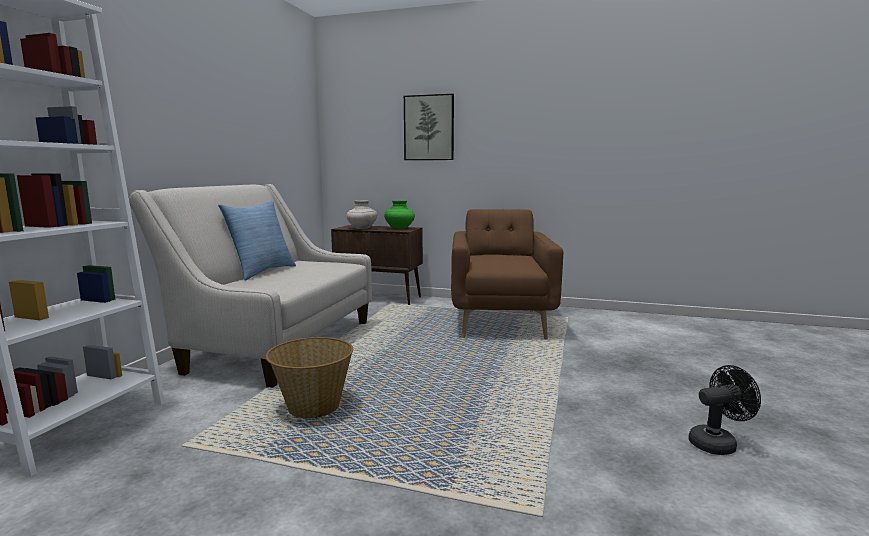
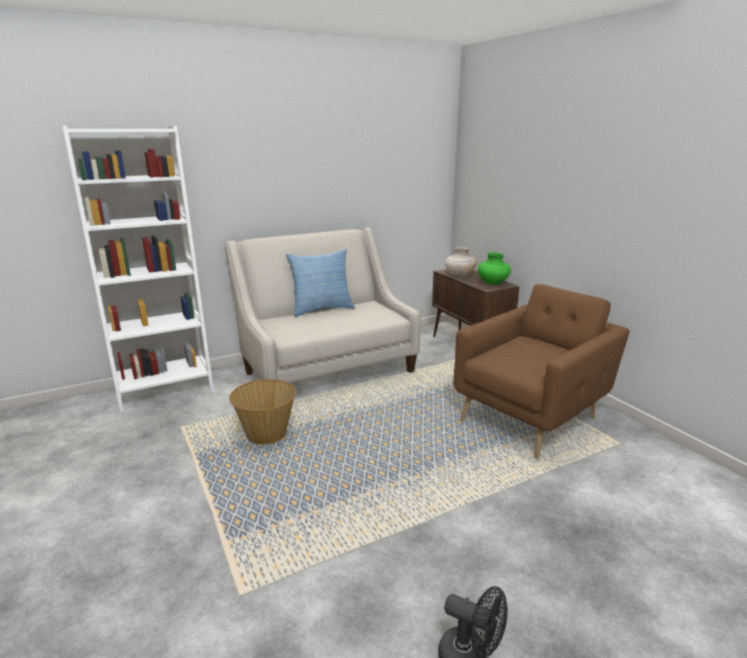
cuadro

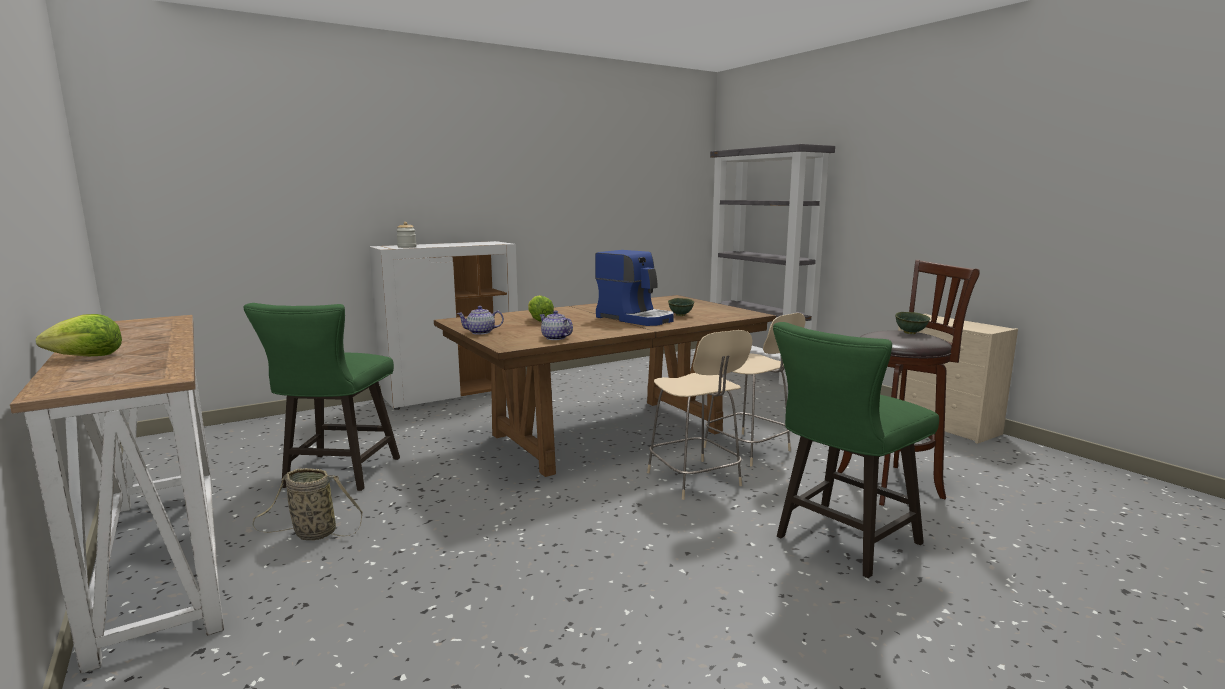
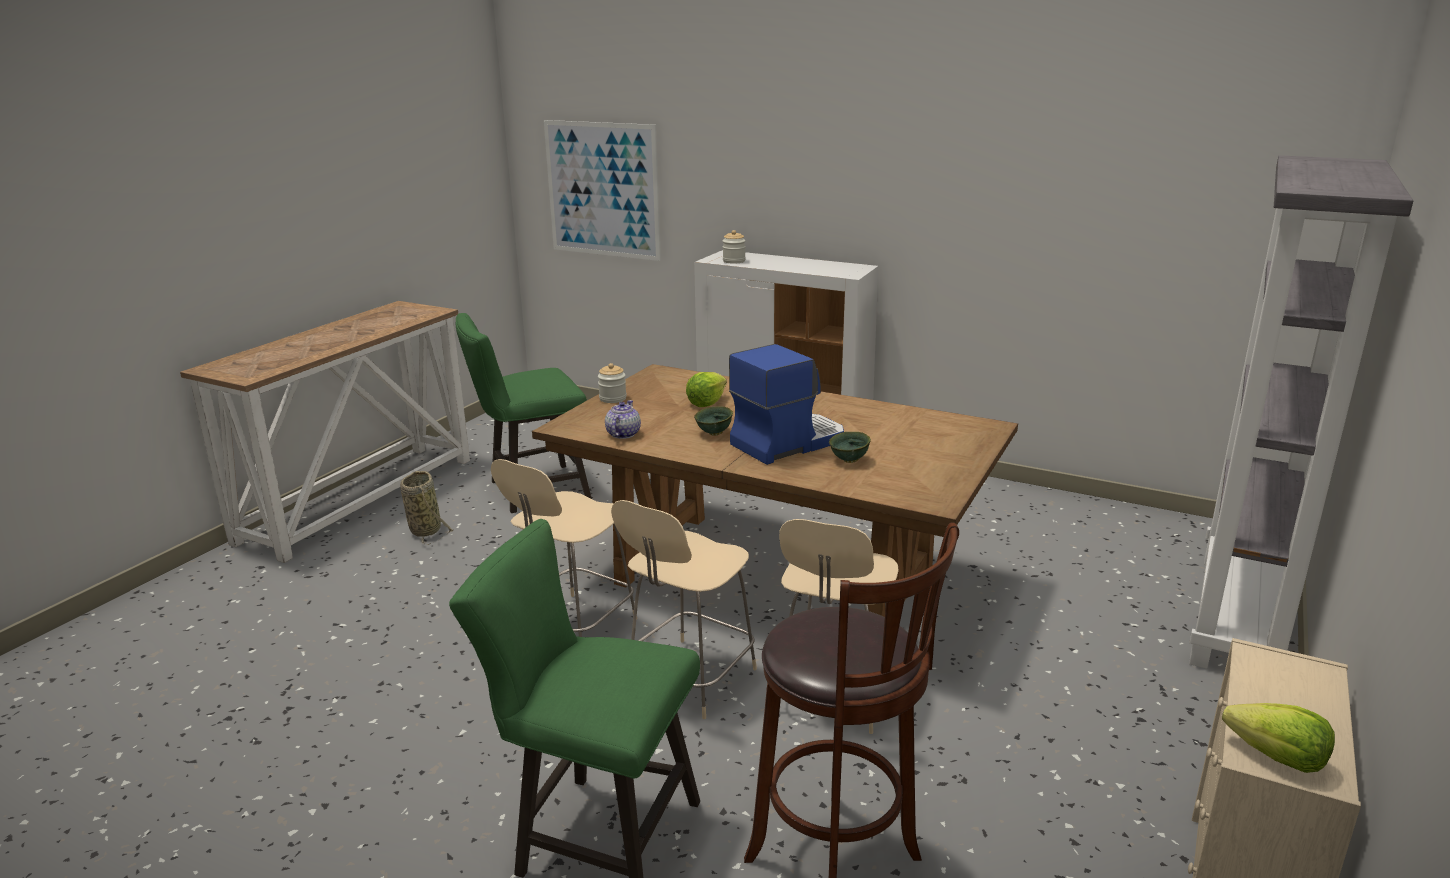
silla/beis (no. 1 from left)
cuadro
lechuga (no. 2 from left)
cuenco/verde (no. 1 from left)
tarro (no. 1 from left)
cafetera

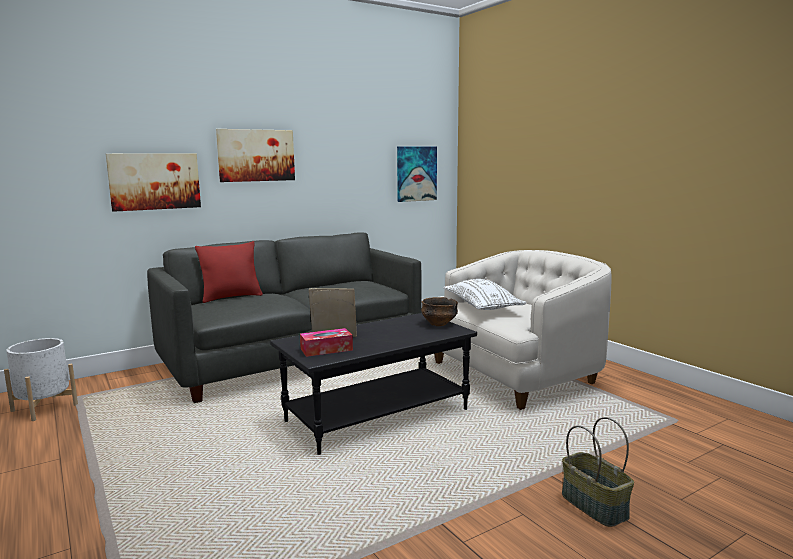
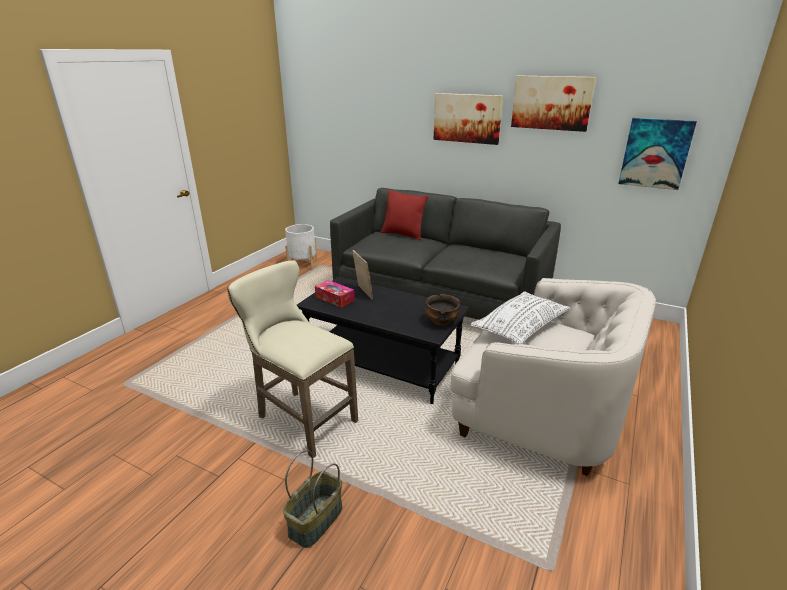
taburete/beis
cuadro (no. 2 from left)

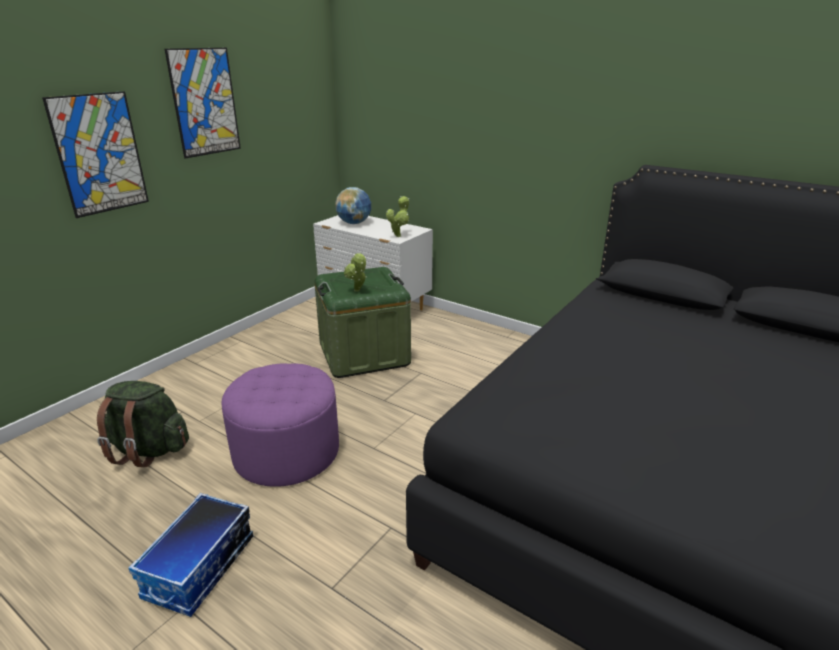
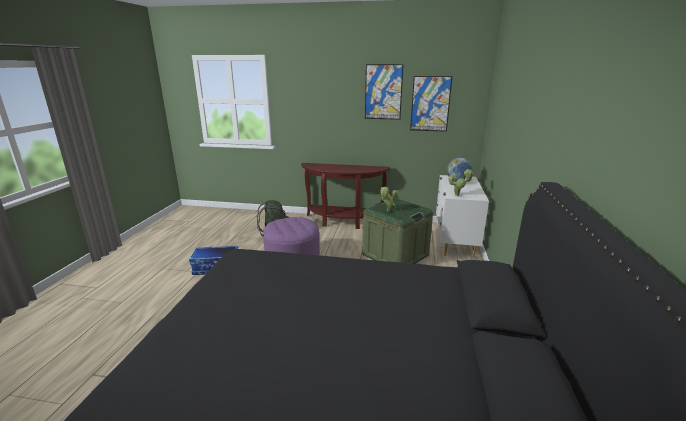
mesa consola/marrón
cuadro (no. 2 from left)

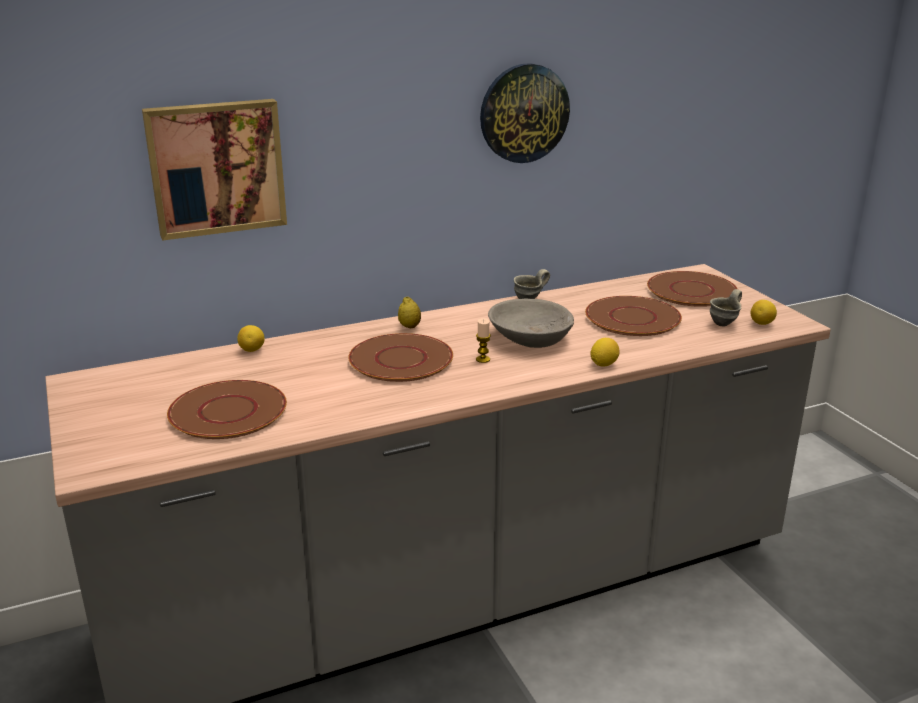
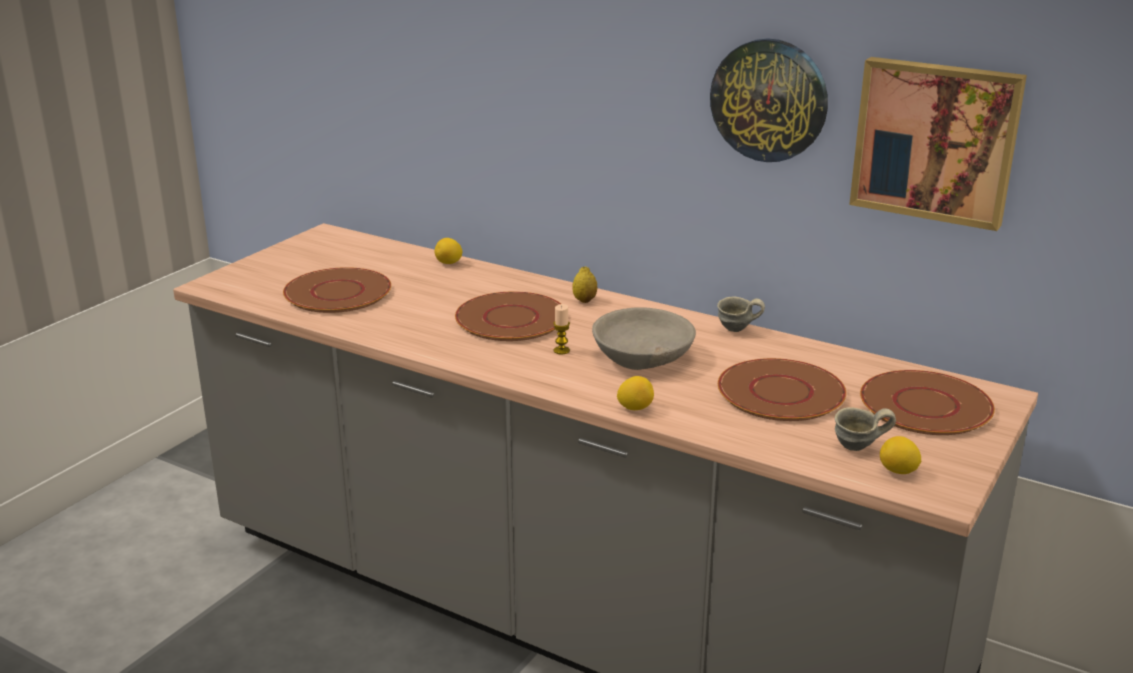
cuadro

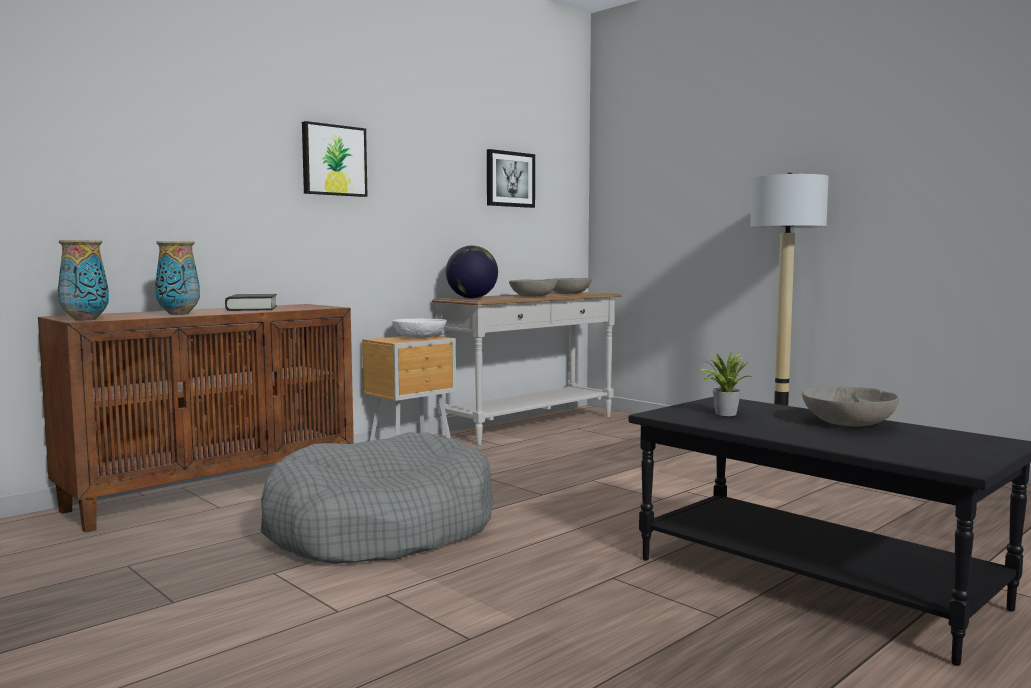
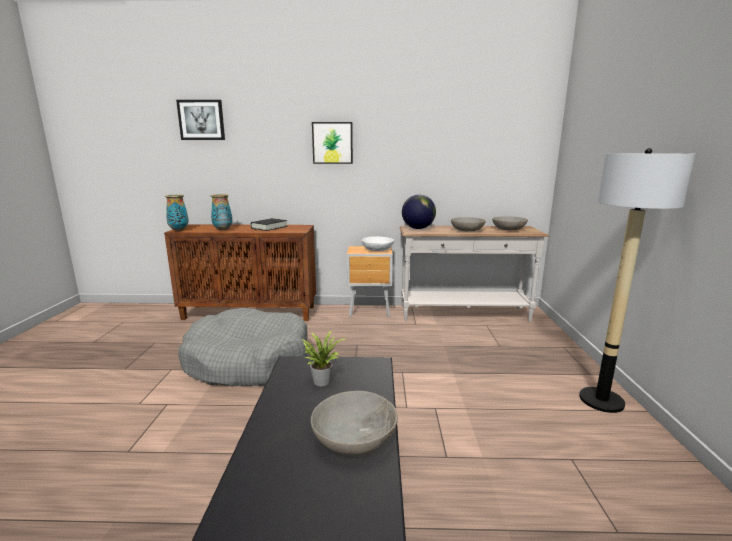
cuadro (no. 1 from left)

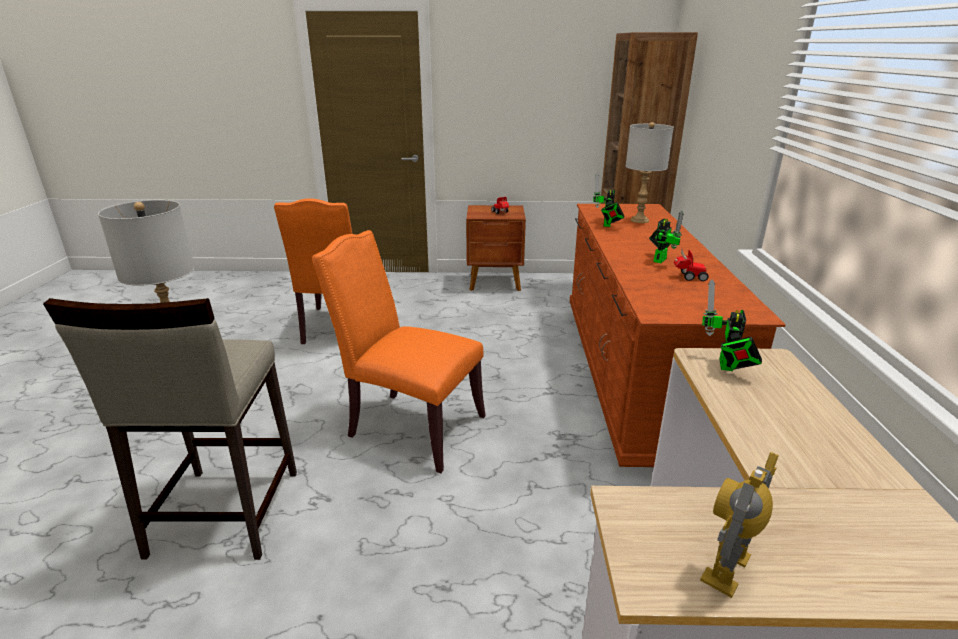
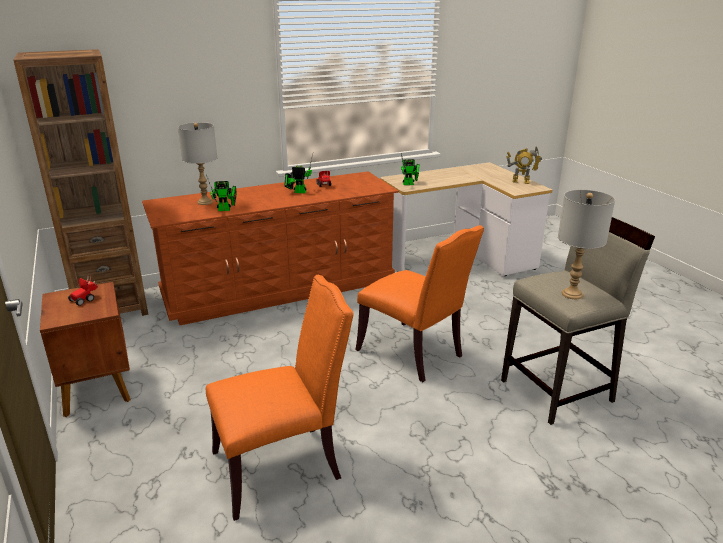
silla/naranja (no. 2 from left)

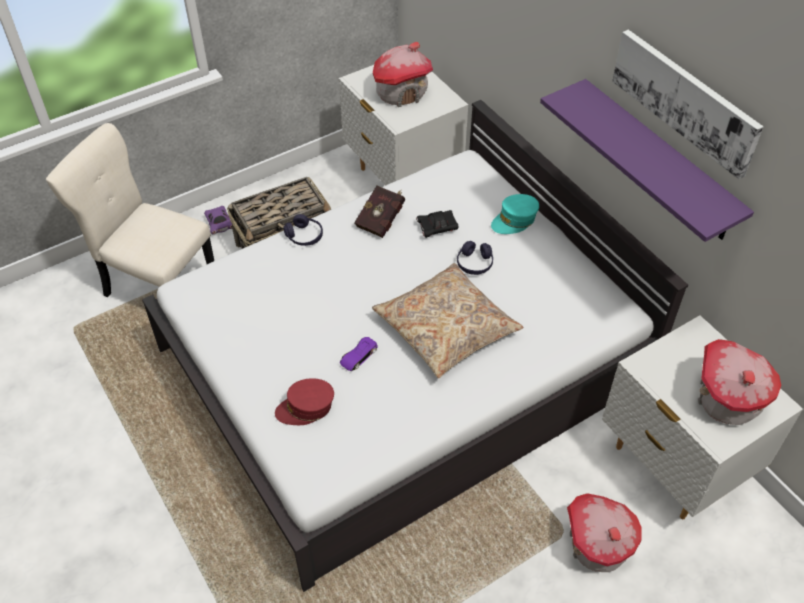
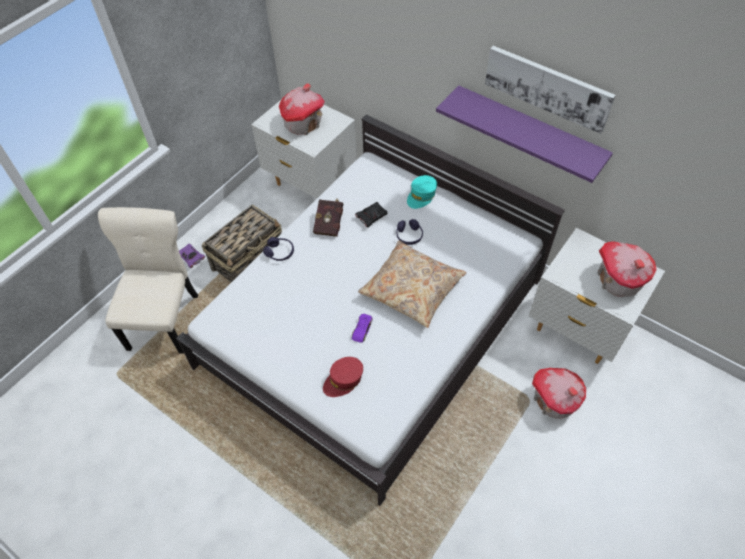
silla/beis

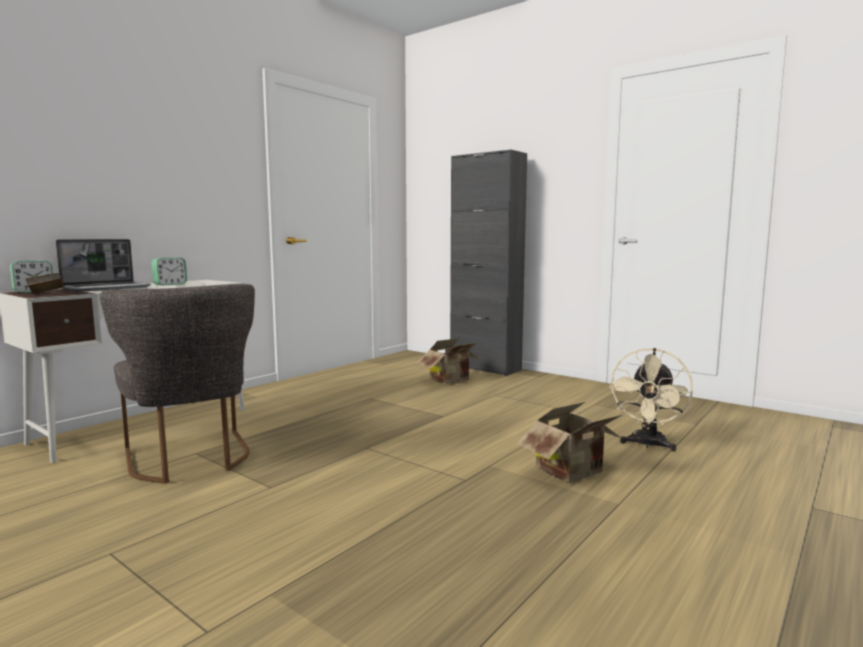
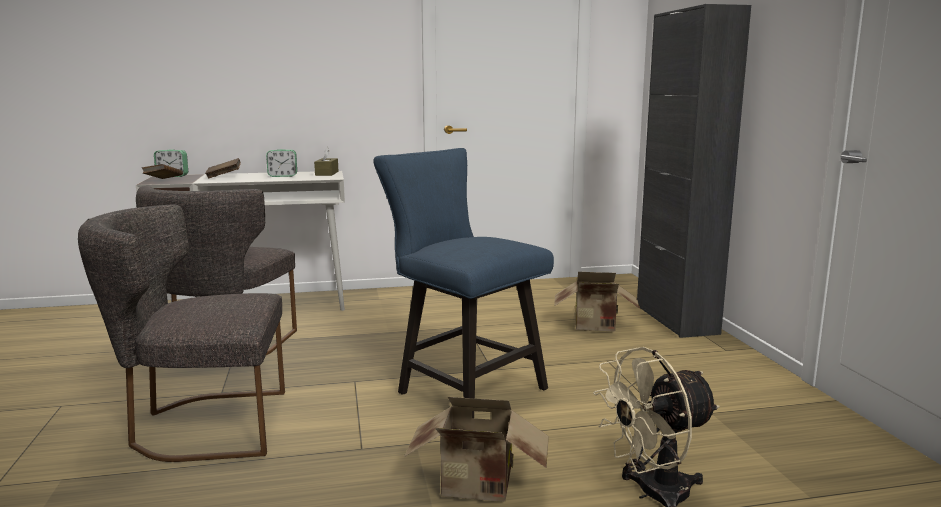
silla/gris (no. 1 from left)
caja de pañuelos/marrón
silla/azul
libro/marrón (no. 2 from left)

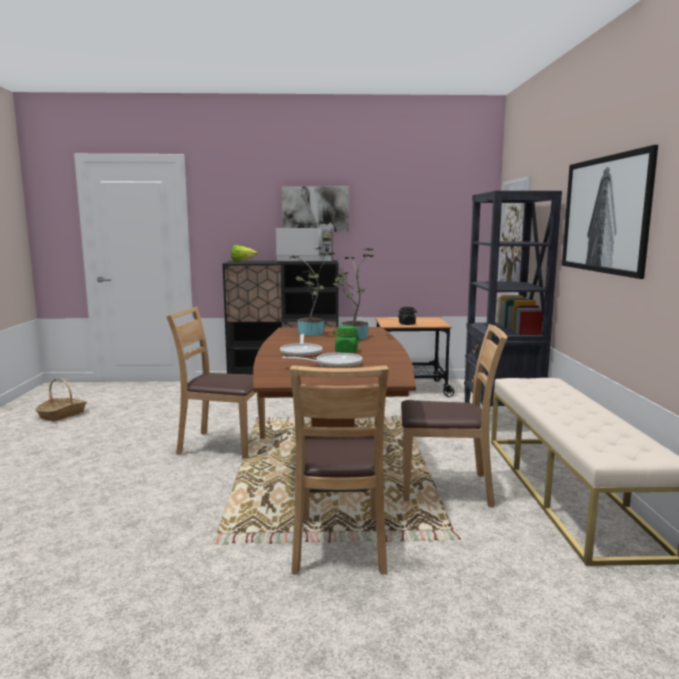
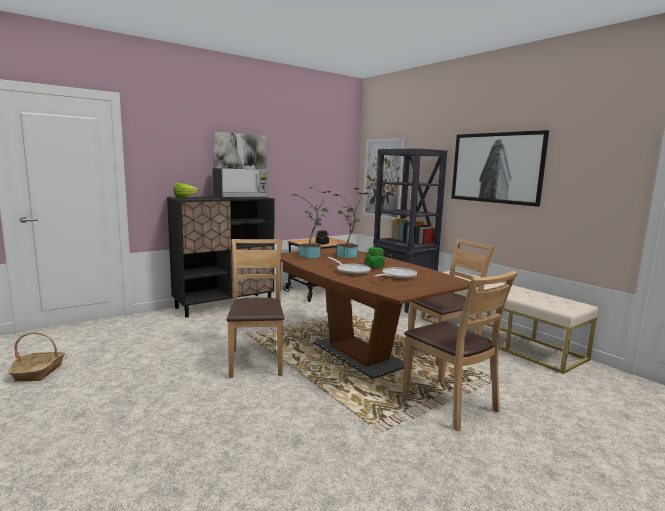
silla/marrón (no. 1 from left)

